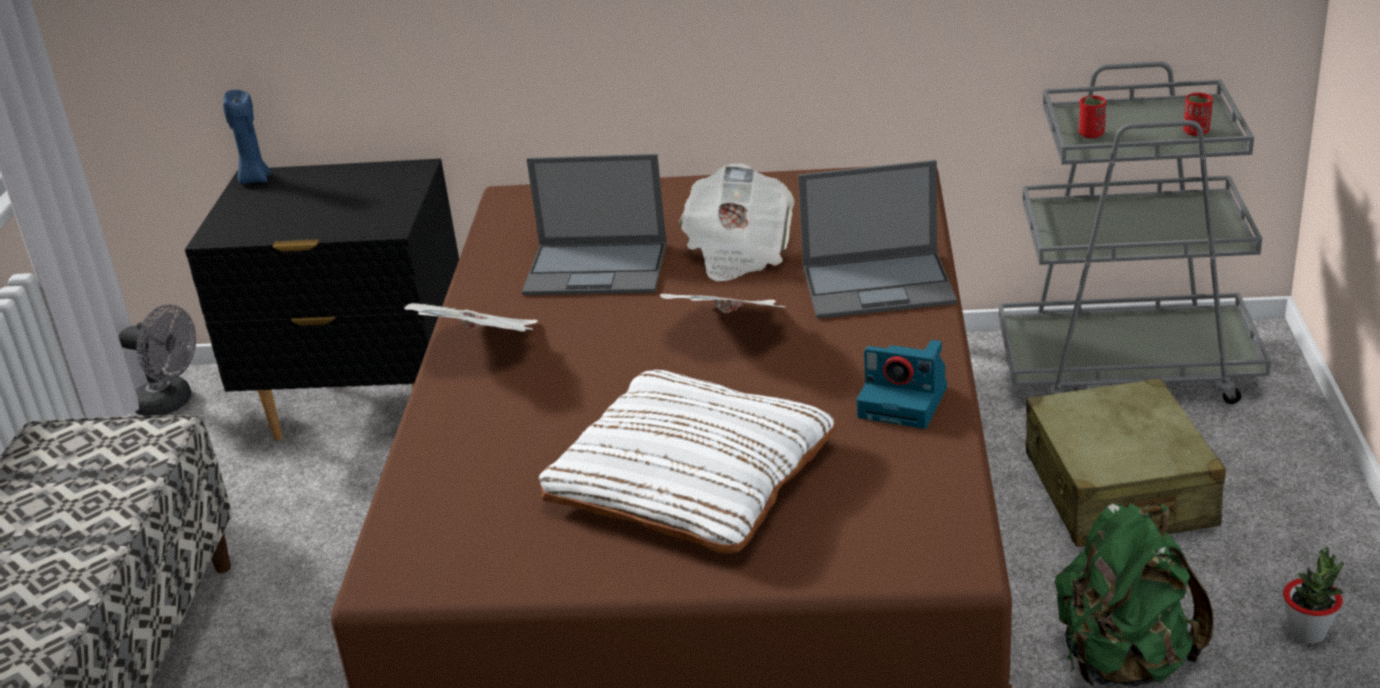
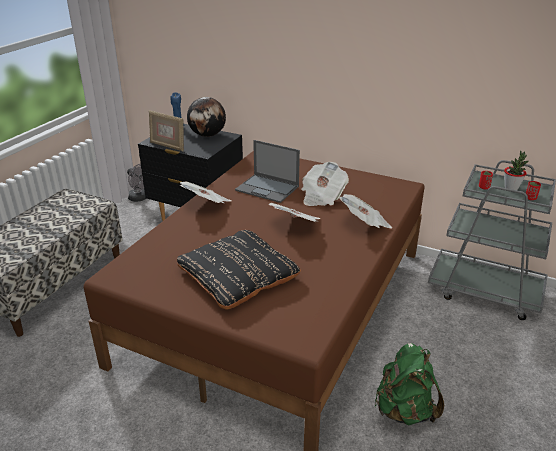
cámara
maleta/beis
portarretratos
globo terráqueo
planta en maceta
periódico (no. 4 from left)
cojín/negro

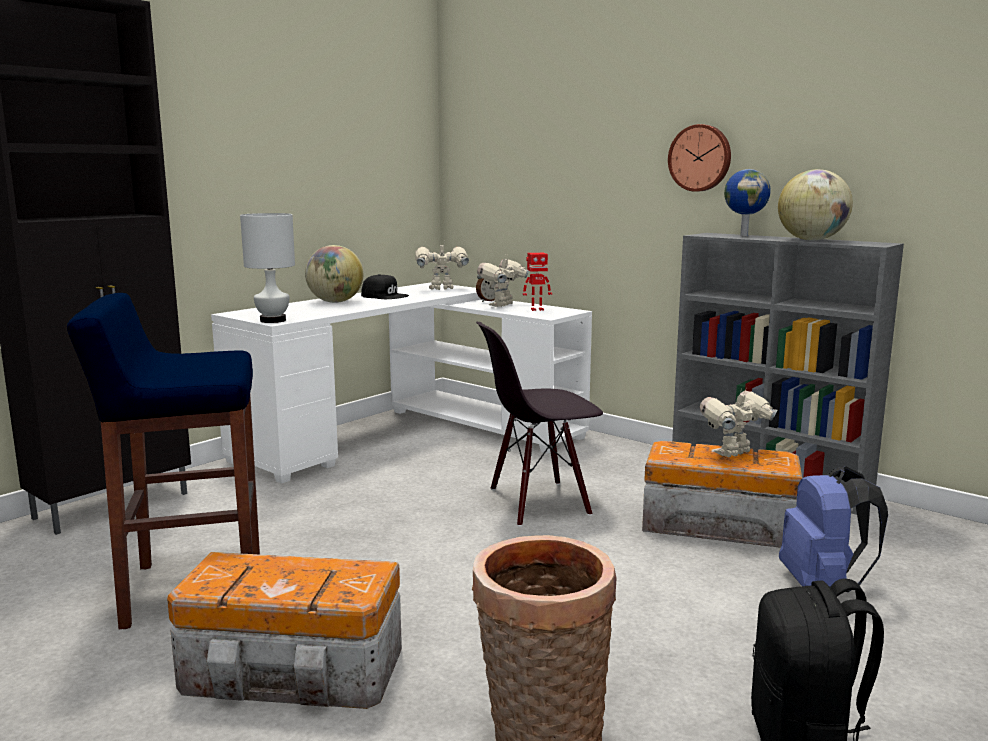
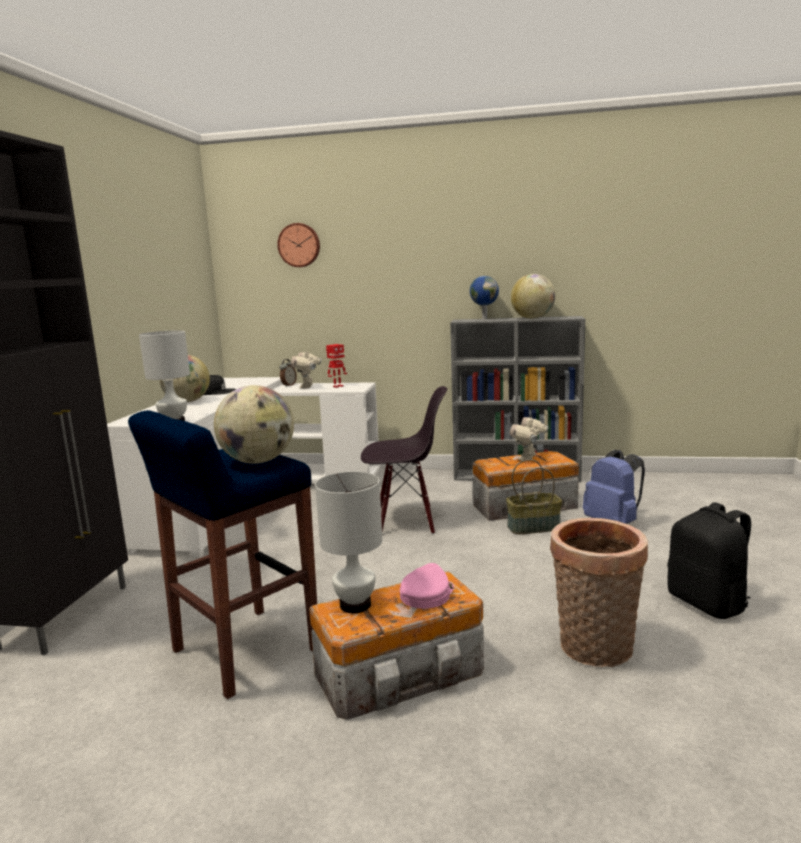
robot de juguete (no. 1 from left in the first image)
globo terráqueo (no. 2 from left)
lámpara de mesa/blanco (no. 2 from left)
gorra/rosa
cesta (no. 1 from left)
reloj de pared
silla/negro

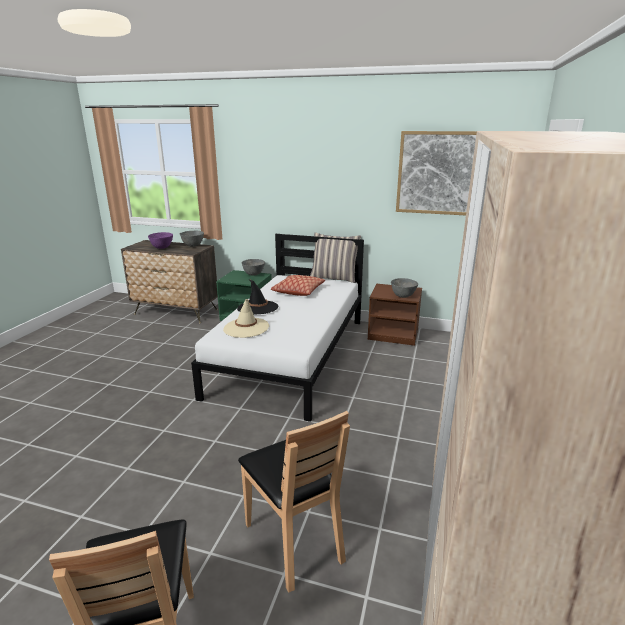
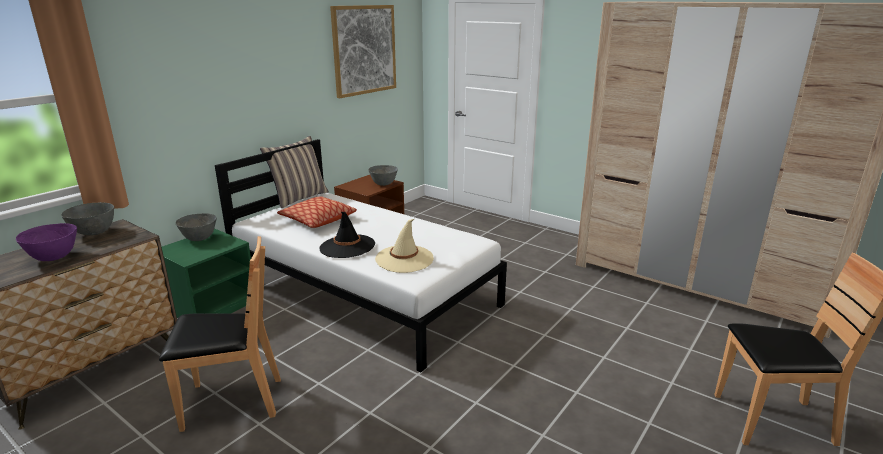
silla/marrón (no. 1 from left)

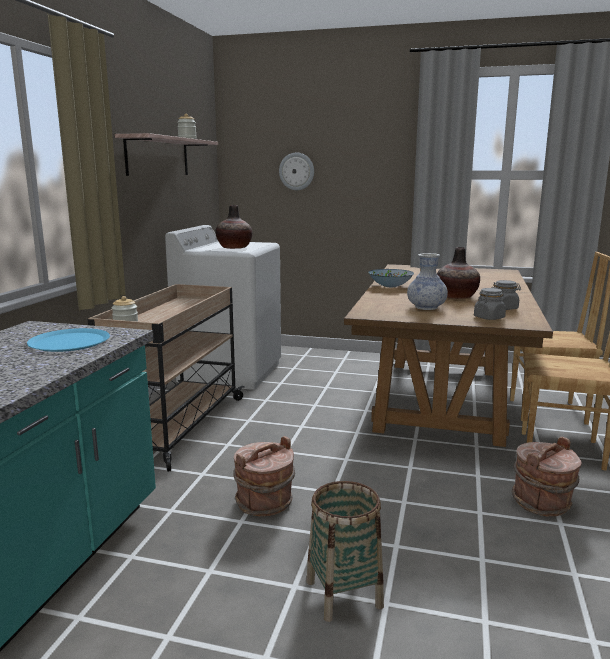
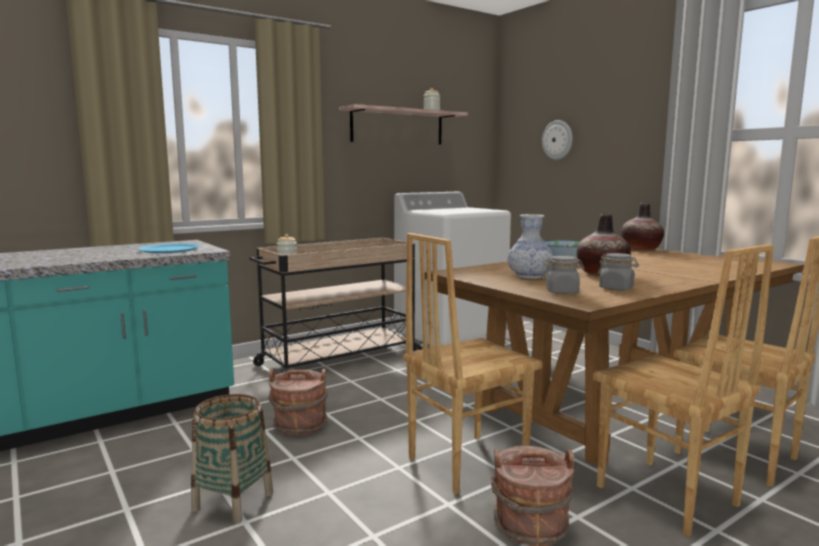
silla/marrón (no. 1 from left)
florero (no. 3 from left)

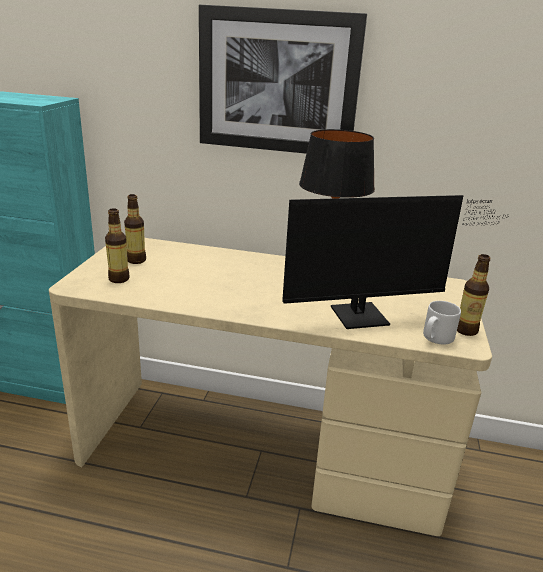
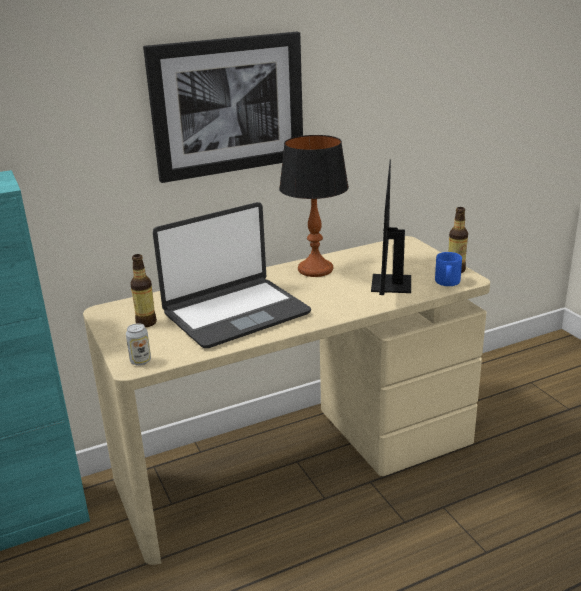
botella (no. 1 from left in the first image)
lata
portátil
taza grande/azul
monitor

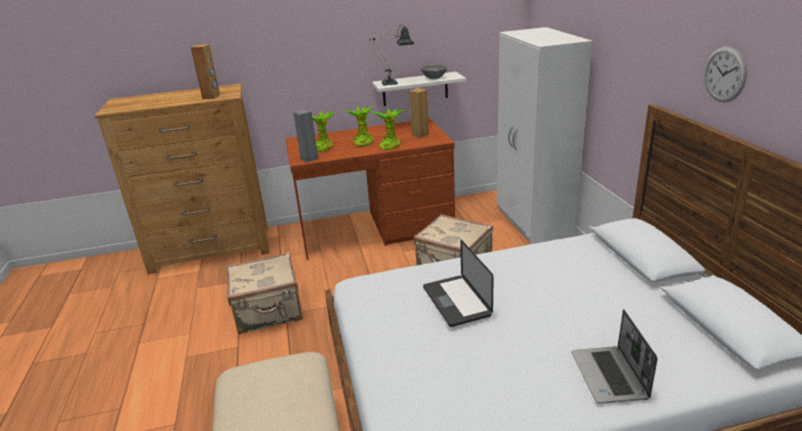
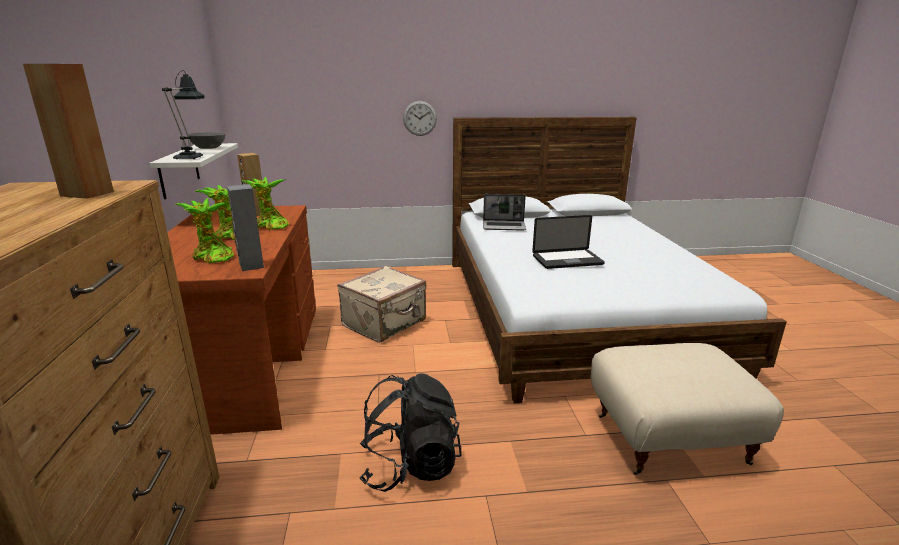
armario ropero/blanco
portátil (no. 1 from left)
reloj de pared
mochila/negro

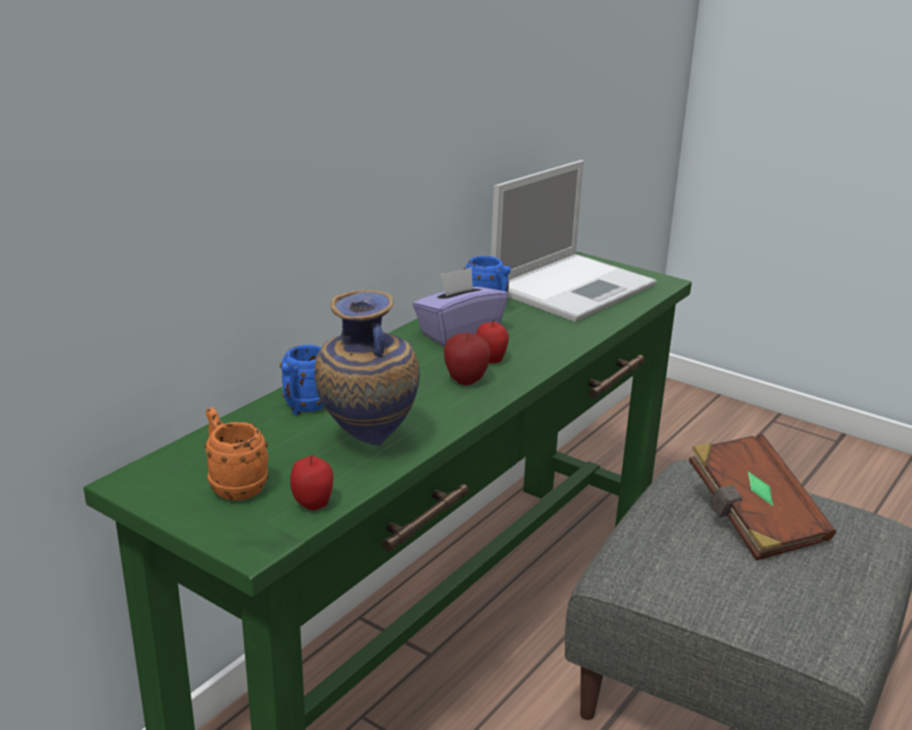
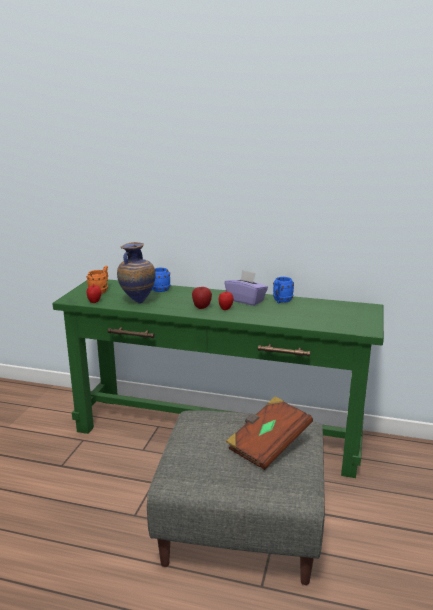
portátil

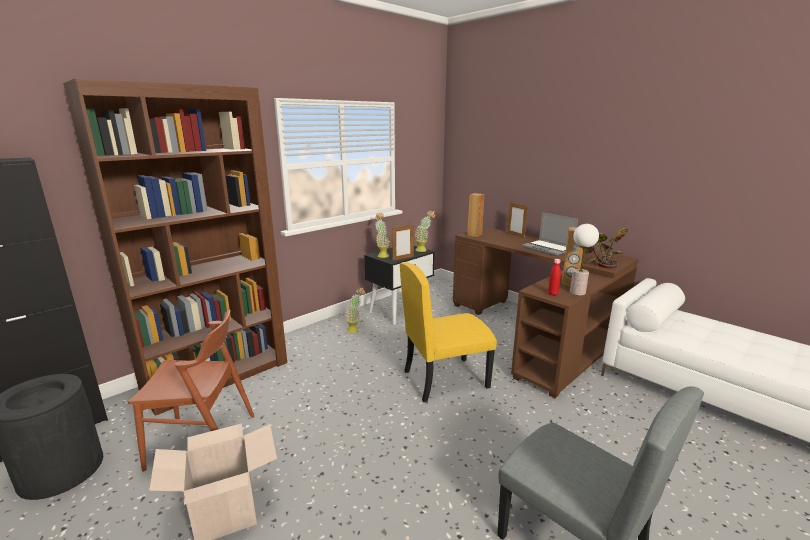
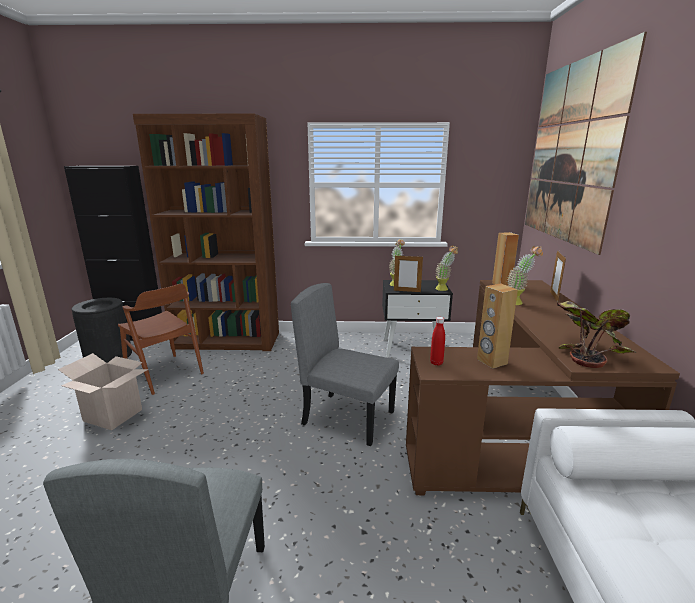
portátil
lámpara de mesa
cuadro
planta en maceta (no. 3 from left)
silla/gris (no. 2 from left)

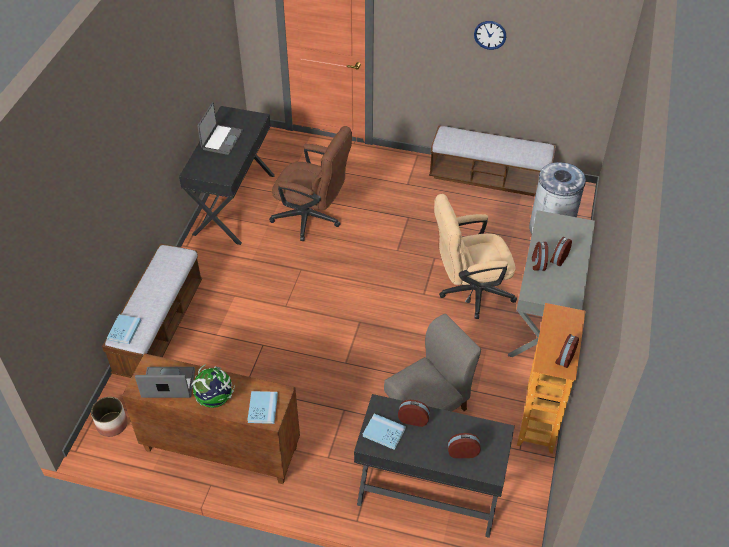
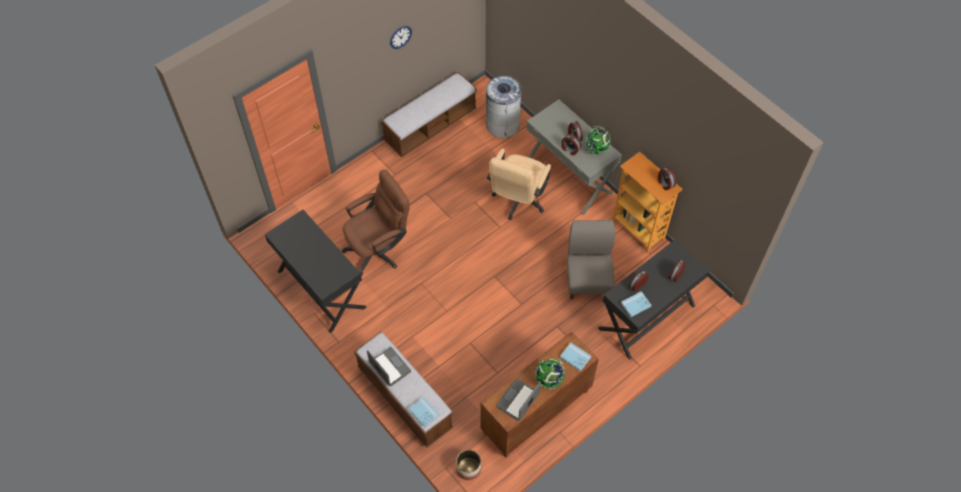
globo terráqueo (no. 2 from left)
portátil (no. 1 from left)

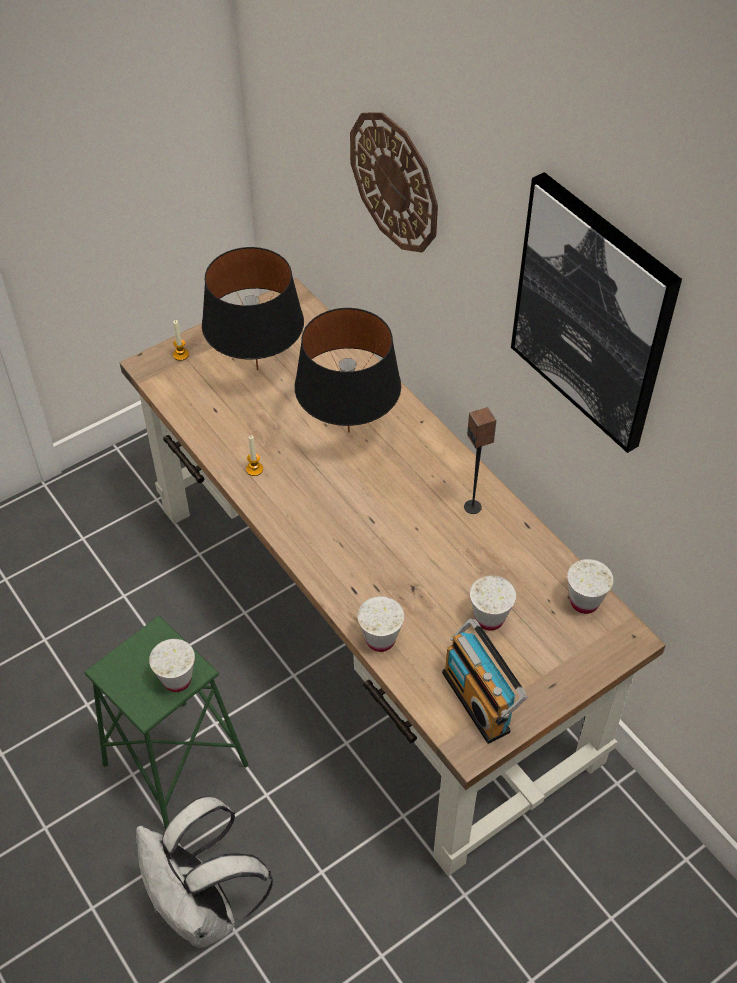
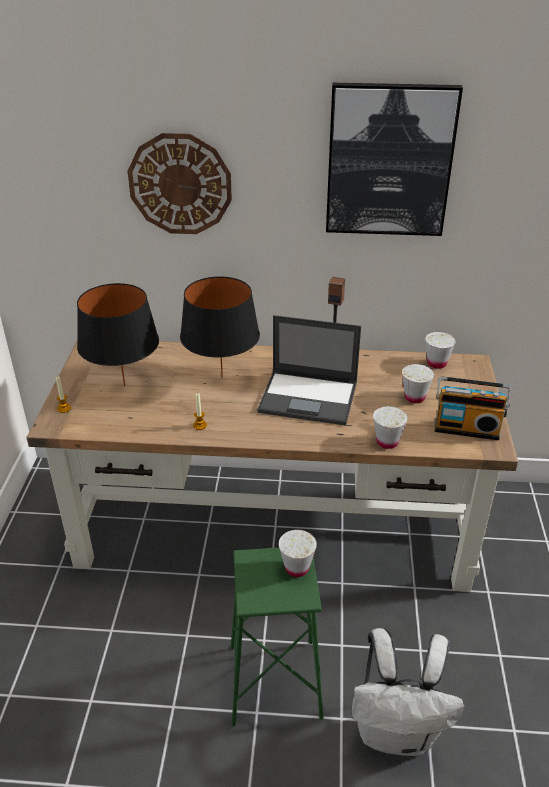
portátil

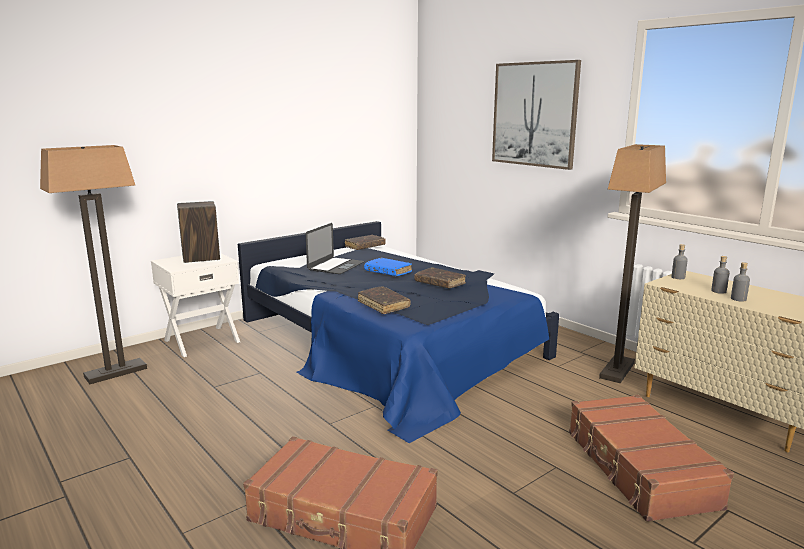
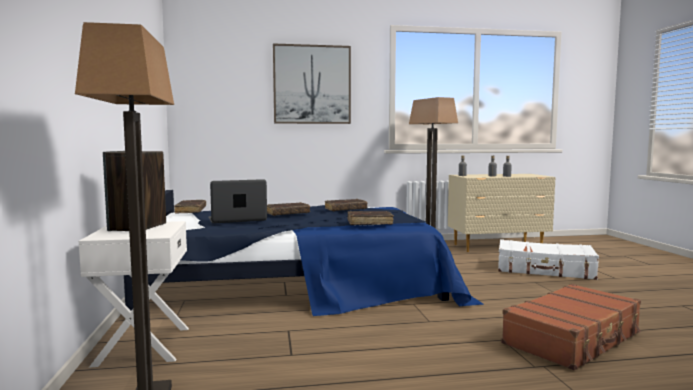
libro/marrón (no. 2 from left)
maleta/blanco
portátil

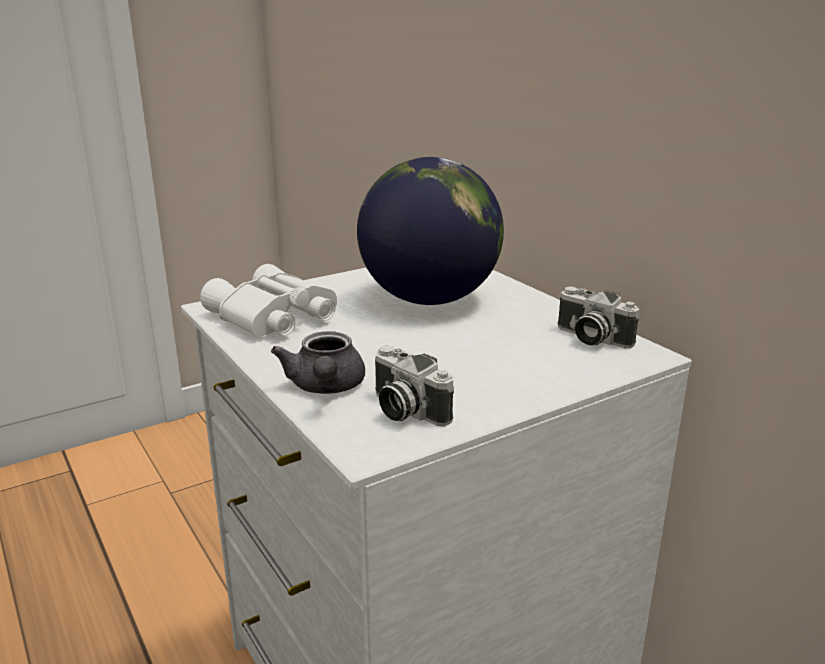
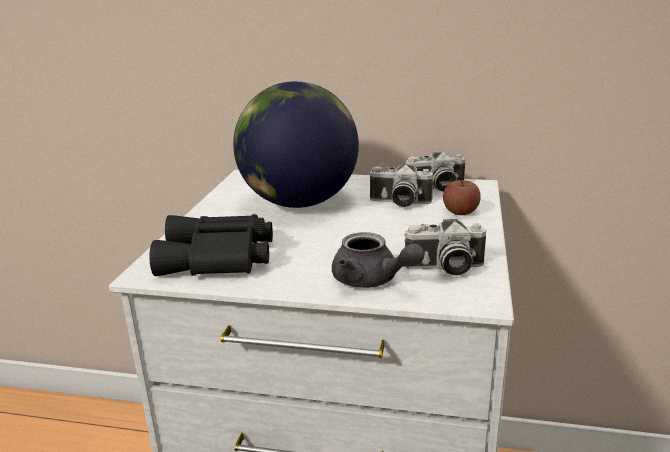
cámara (no. 1 from left)
manzana
prismáticos/negro

